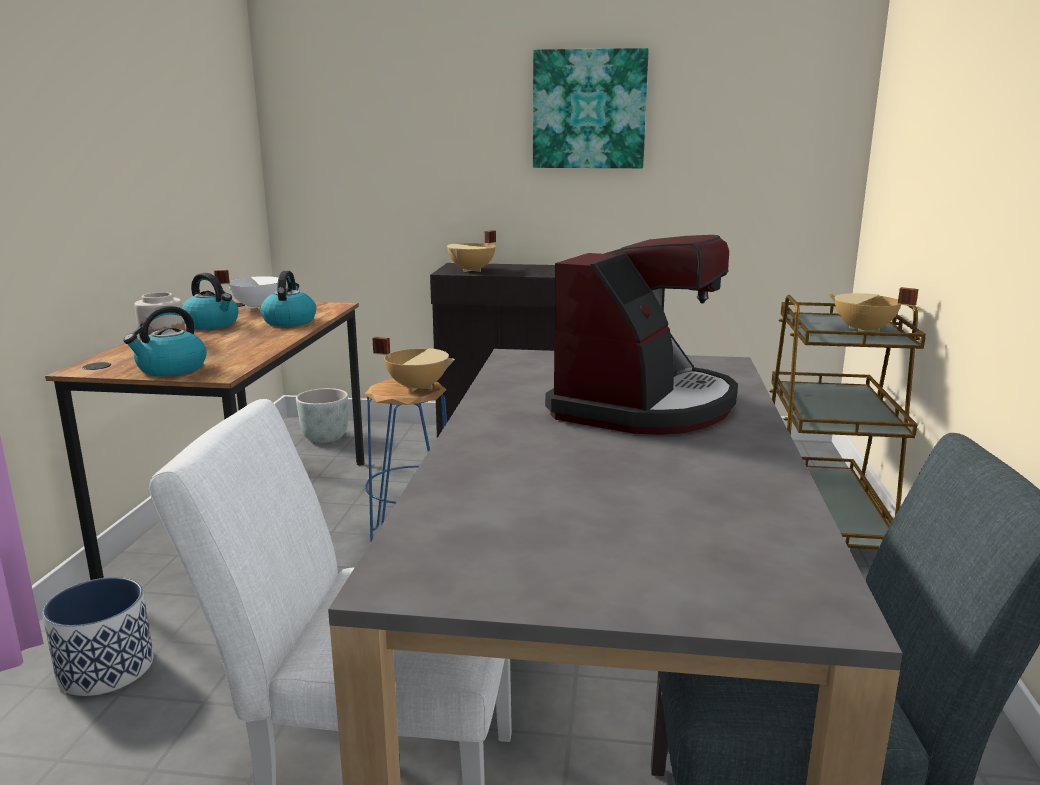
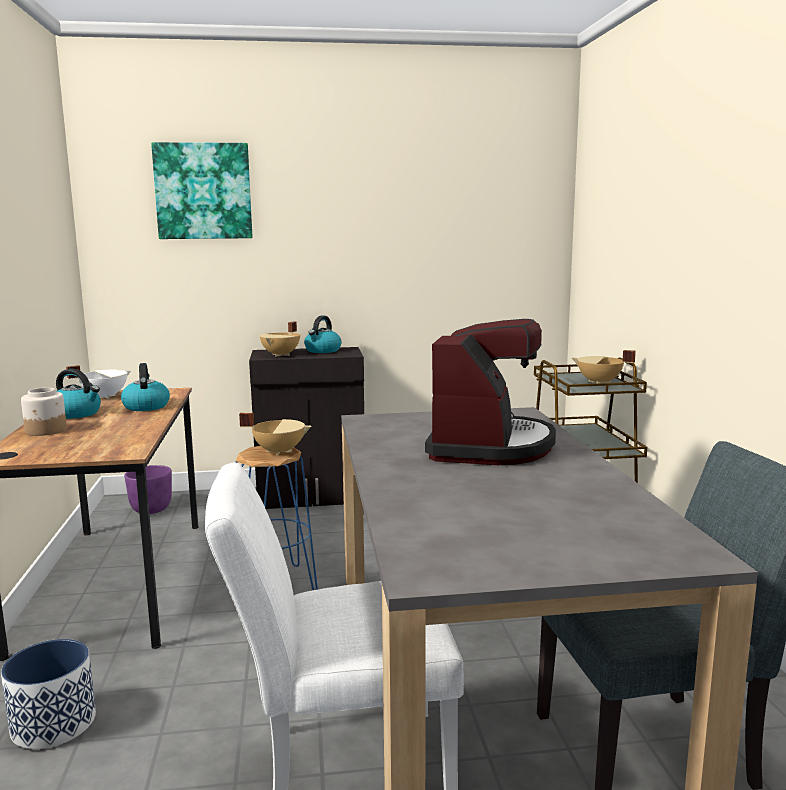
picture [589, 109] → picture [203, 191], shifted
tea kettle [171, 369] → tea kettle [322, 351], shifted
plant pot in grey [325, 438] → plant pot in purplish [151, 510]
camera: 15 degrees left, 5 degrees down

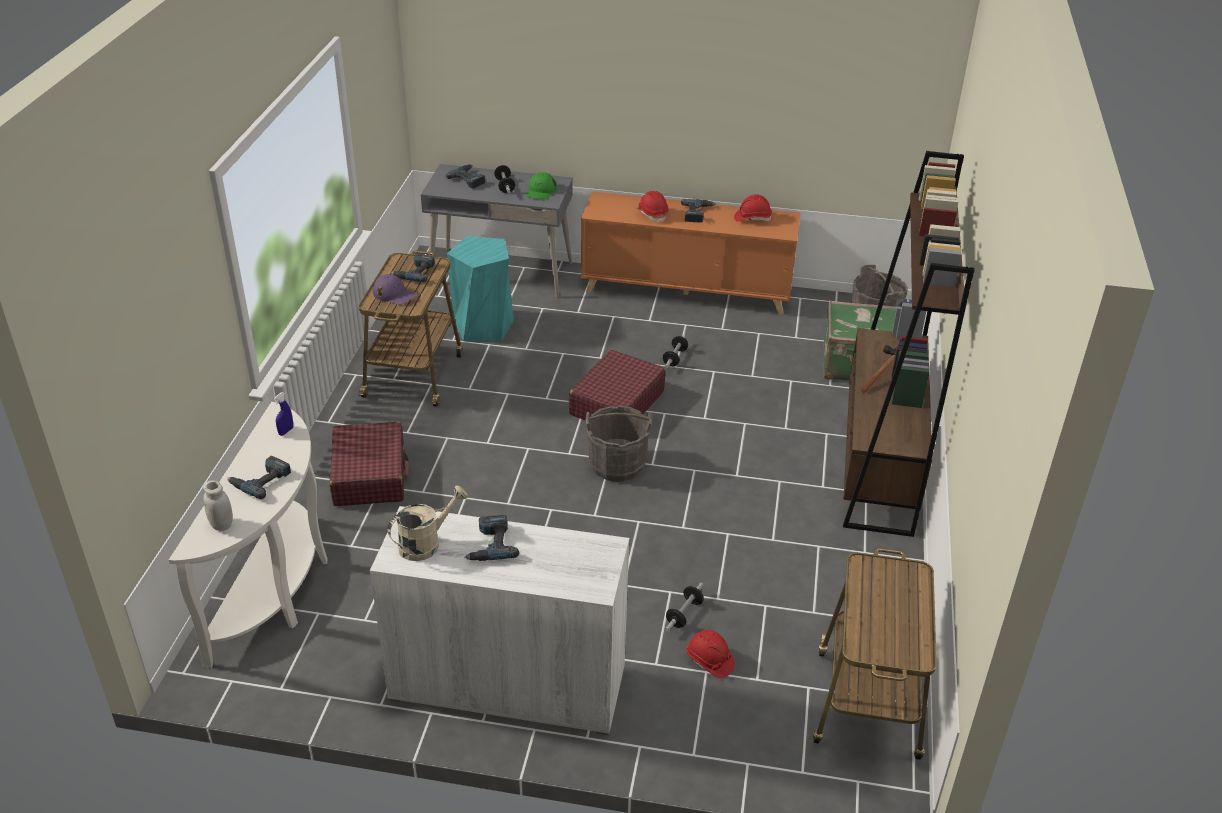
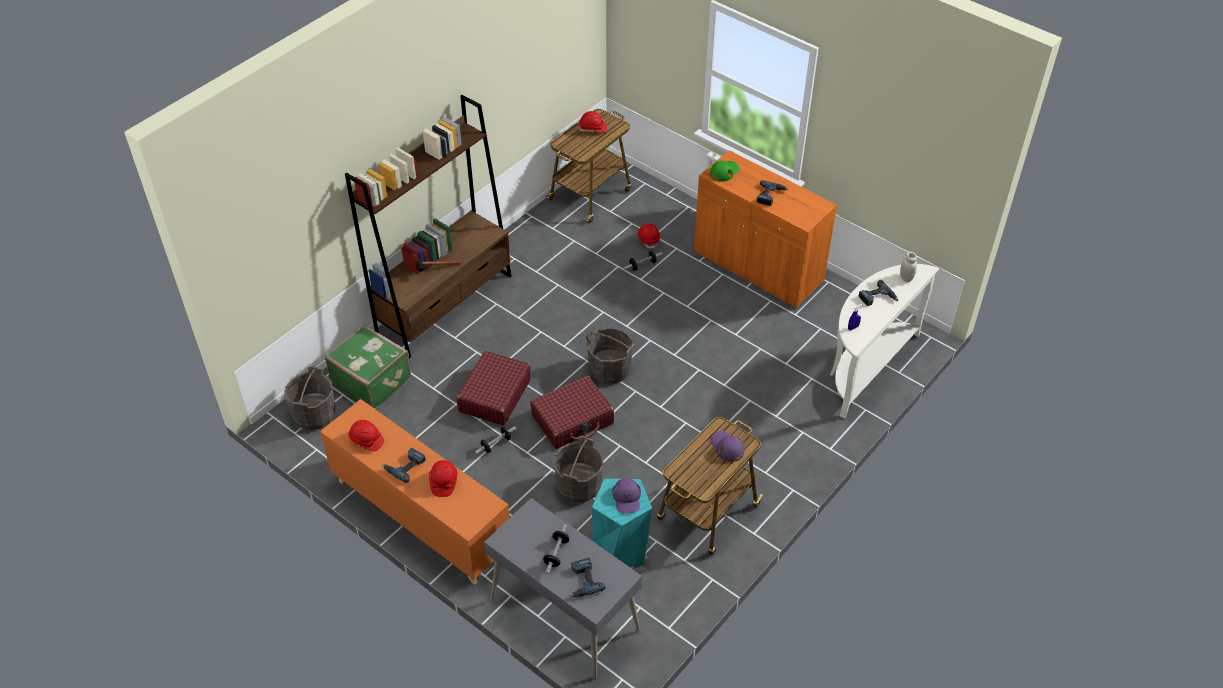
peaked cap in greenish [541, 191] → peaked cap in greenish [724, 171], shifted
drill [414, 272] → -
suitcase in red-coloured [370, 475] → suitcase in red-coloured [494, 395], shifted
watering pot in sand-coloured [426, 543] → -
storage cabinet in white-coloured [508, 683] → storage cabinet in orange-coloured [757, 267]
- → hard hat in red-coloured [593, 129]
- → water bucket in grey [578, 485]
- → peaked cap in purplish [627, 498]
camera: 150 degrees left, 10 degrees up

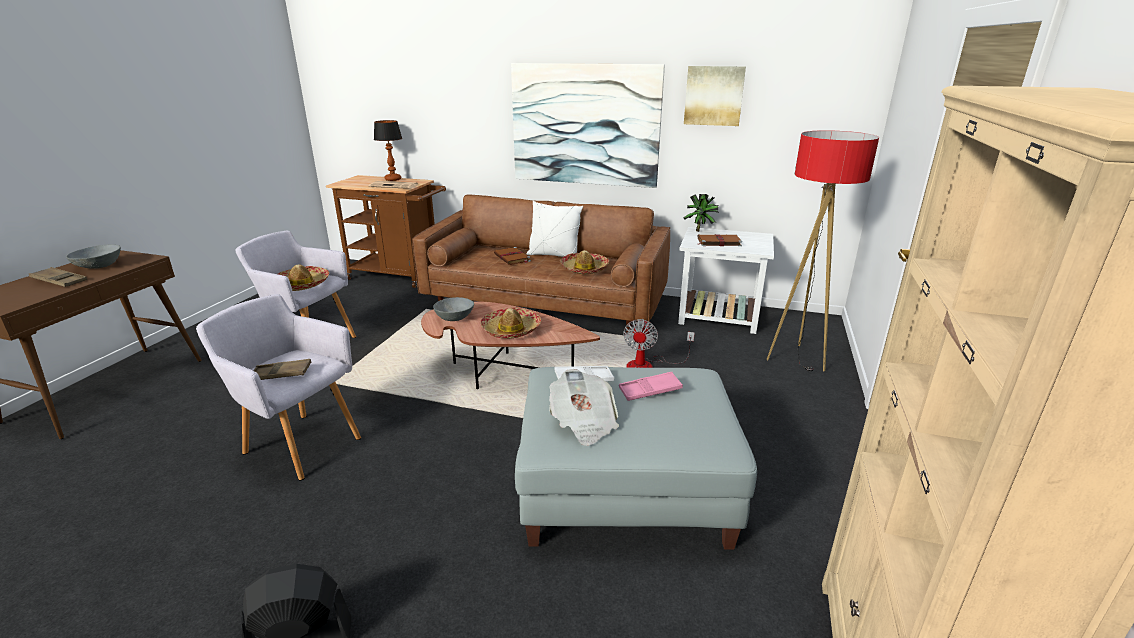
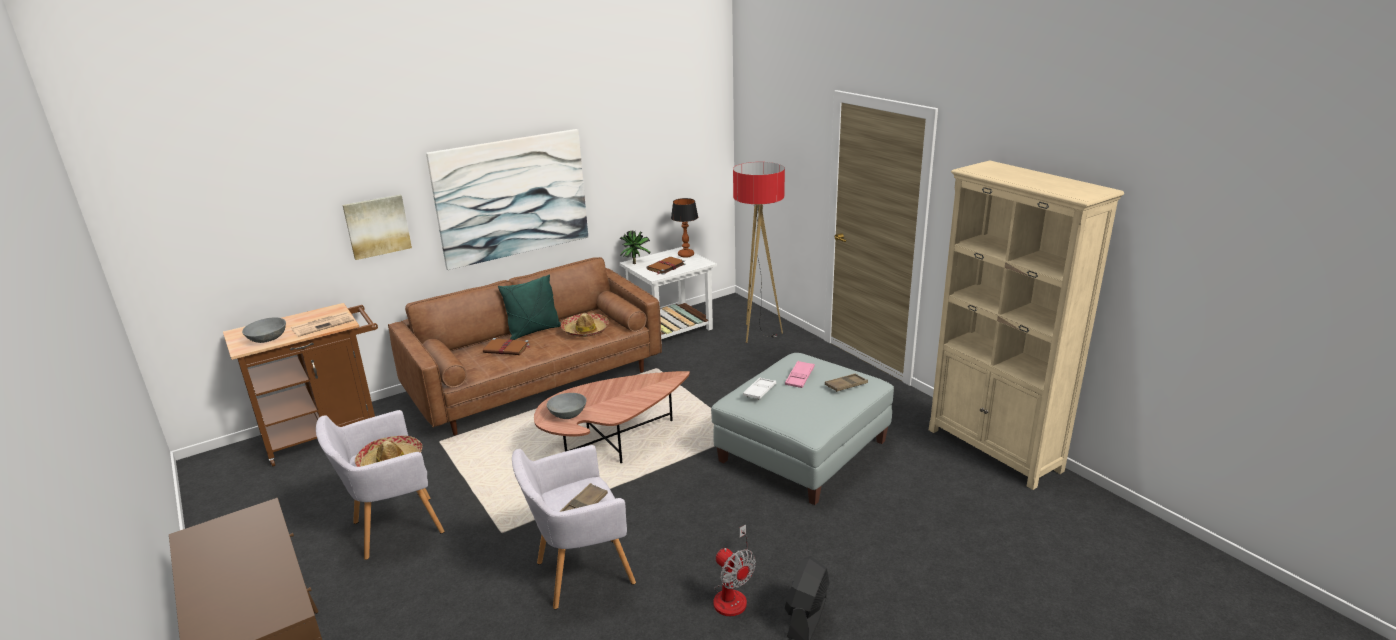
picture [714, 96] → picture [377, 226], shifted
lamp for a table [393, 179] → lamp for a table [686, 255], shifted
cushion in white-coloured [554, 255] → cushion in greenish [534, 331]
serving bowl in grey [100, 266] → serving bowl in grey [267, 339], shifted
tray in brown [59, 281] → tray in brown [846, 385], shifted
hat [511, 330] → -
electric fan [648, 366] → electric fan [733, 594], shifted
newspaper [583, 423] → -
camera: 50 degrees left, 0 degrees up

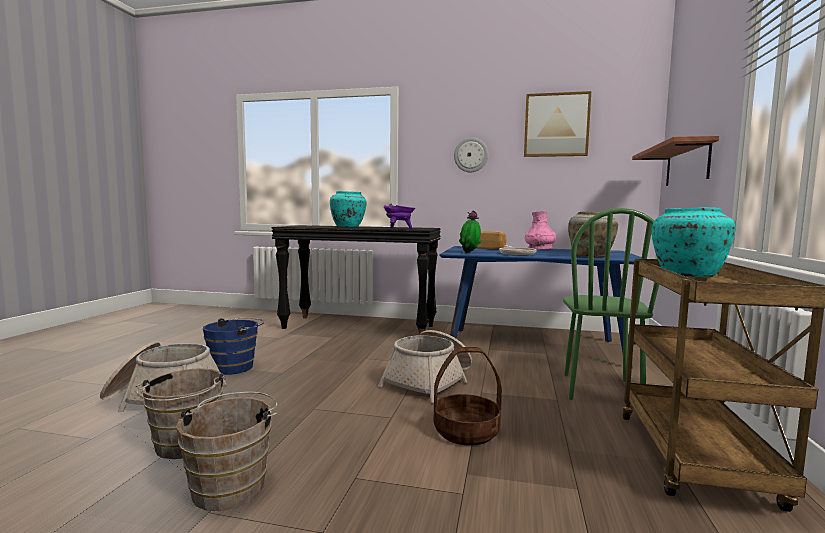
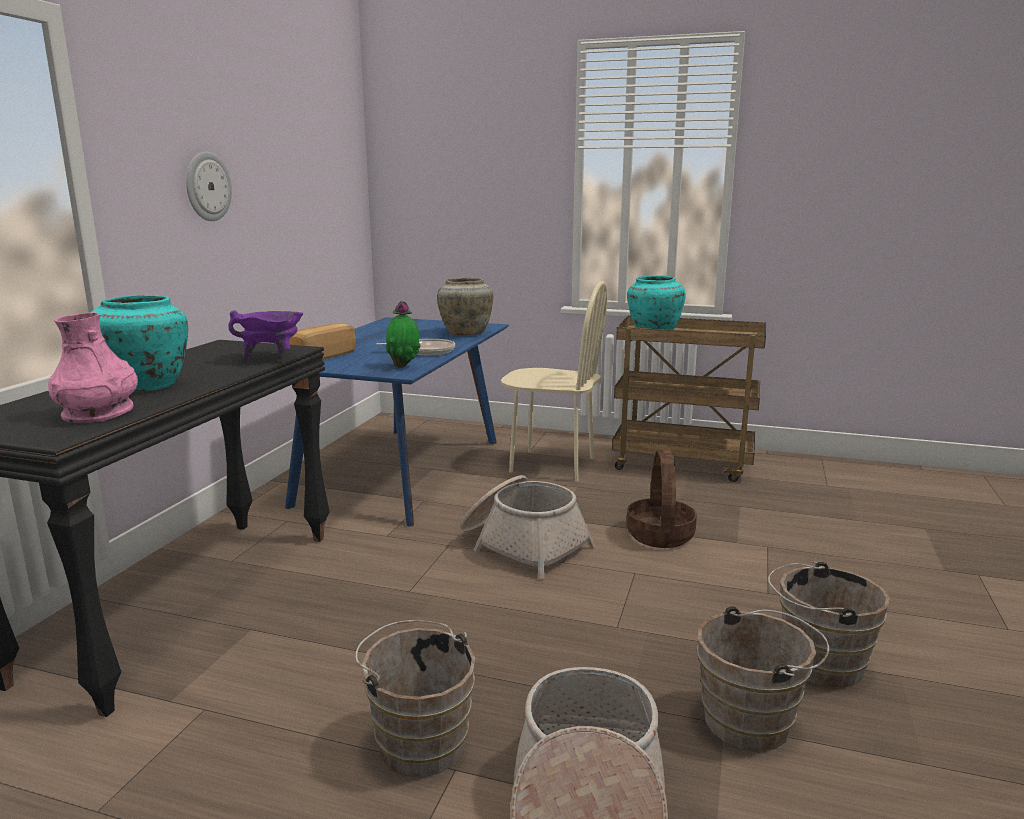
picture [556, 125] → -
wall shelf [687, 165] → -
chair in greenish [600, 389] → chair in sand-coloured [552, 465]
vase in pink-coloured [539, 249] → vase in pink-coloured [98, 413], shifted
water bucket in blue-coloured [236, 367] → water bucket in brown [418, 740]
camera: 85 degrees left, 10 degrees up

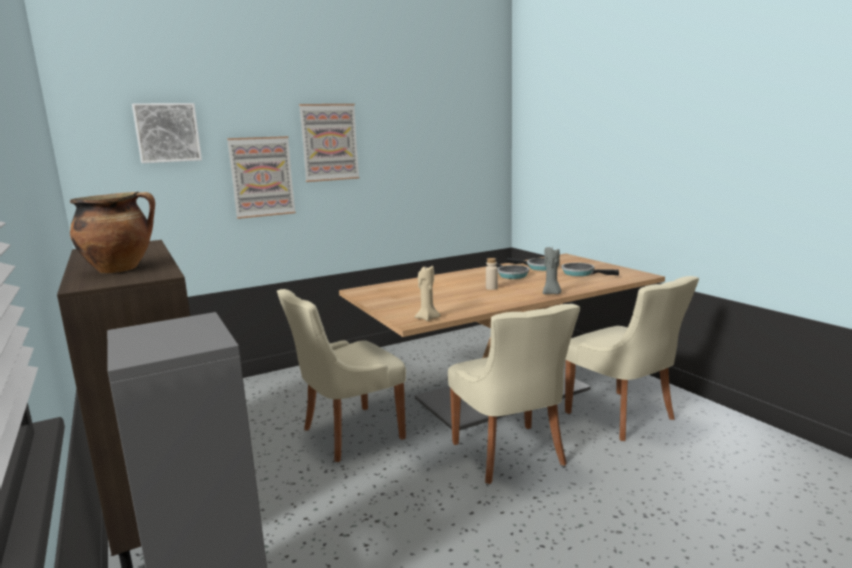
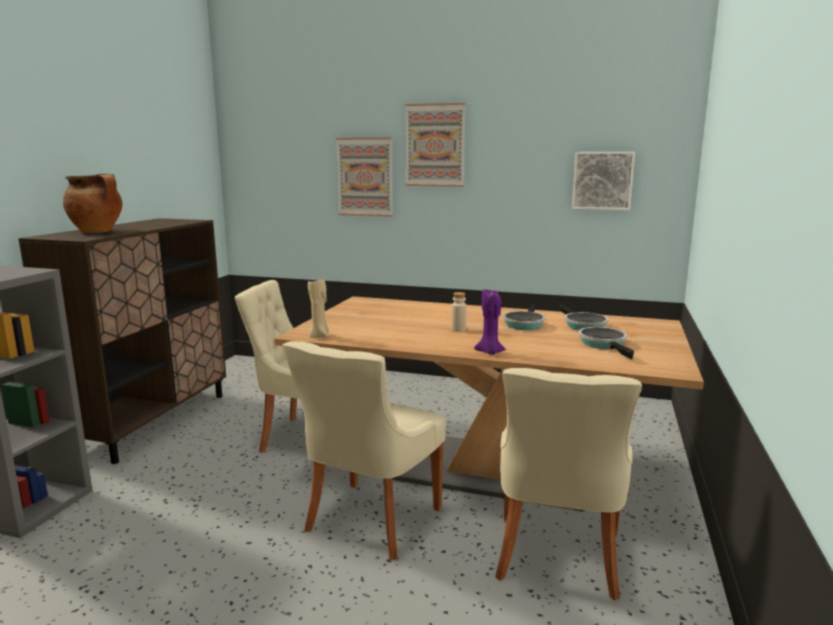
picture [167, 133] → picture [602, 180], shifted
candle in grey [551, 293] → candle in purplish [489, 352]
camera: 45 degrees right, 0 degrees up

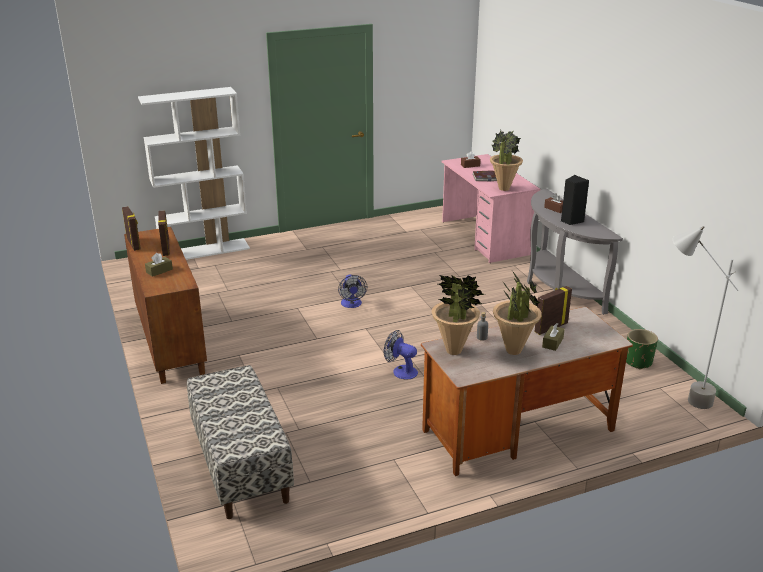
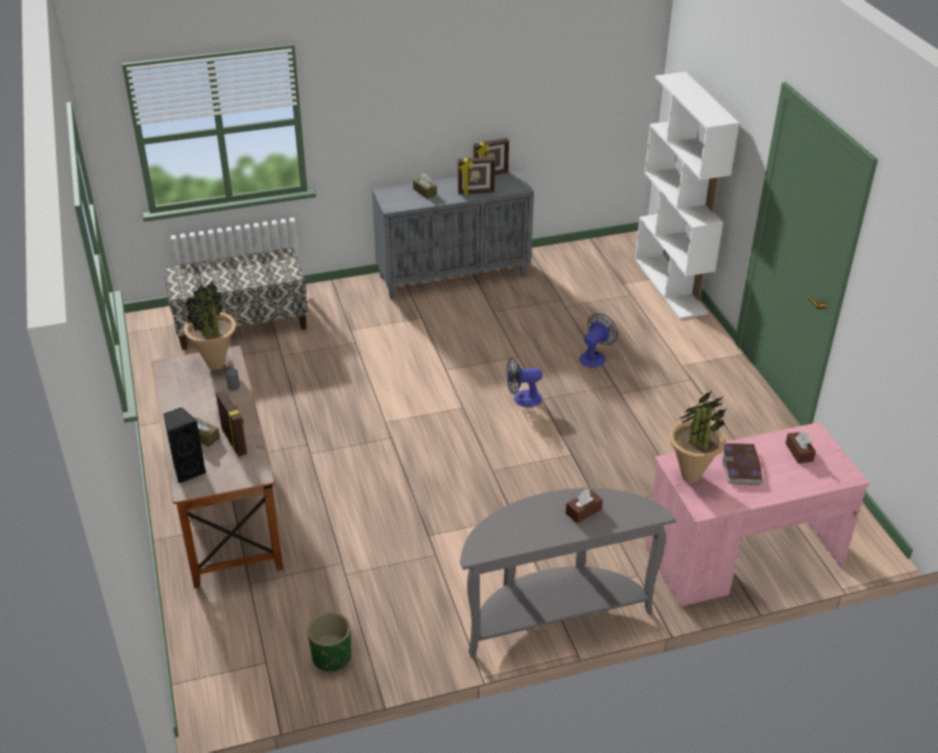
speaker in blackish [571, 221] → speaker in blackish [188, 470], shifted
standard lamp in grey [679, 395] → -
storage cabinet in brown [169, 343] → storage cabinet in grey [453, 275]
potted plant [514, 351] → -
electric fan [401, 371] → electric fan [595, 357], shifted
camera: 95 degrees right, 10 degrees up

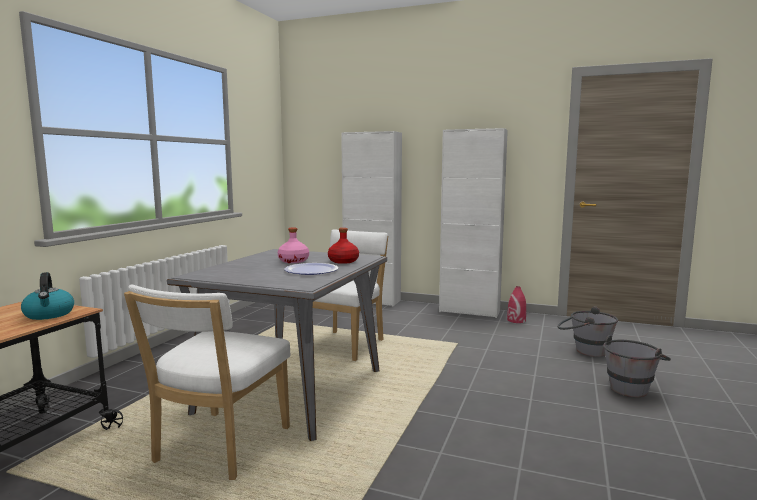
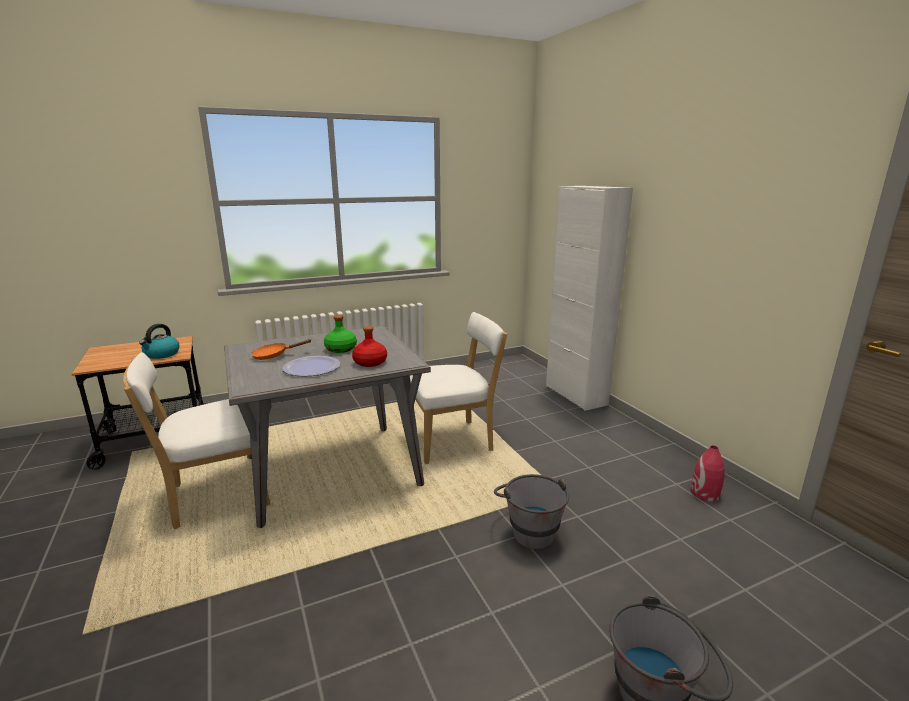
storage cabinet in white-coloured [469, 311] → -
drink bottle in pink-coloured [293, 261] → drink bottle in greenish [340, 349]
water bucket in grey [584, 350] → water bucket in grey [529, 529], shifted
- → pan in orange-coloured [274, 355]
camera: 45 degrees right, 10 degrees up

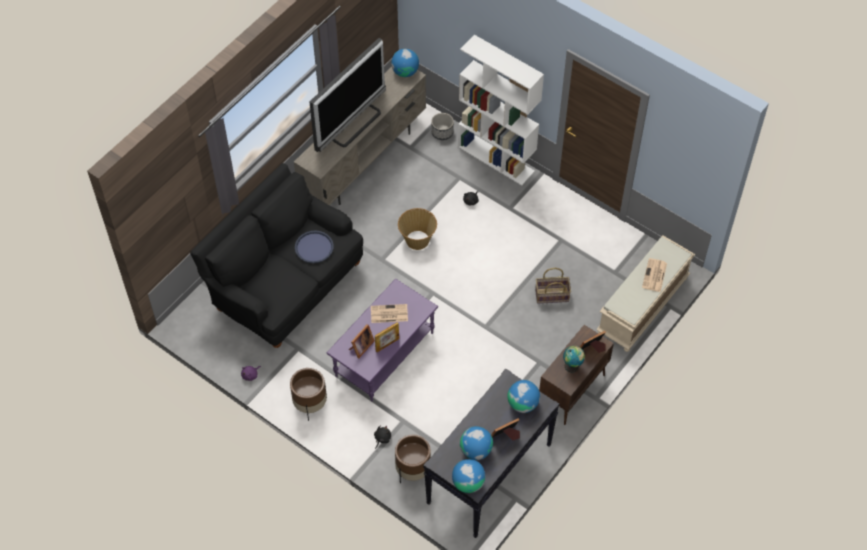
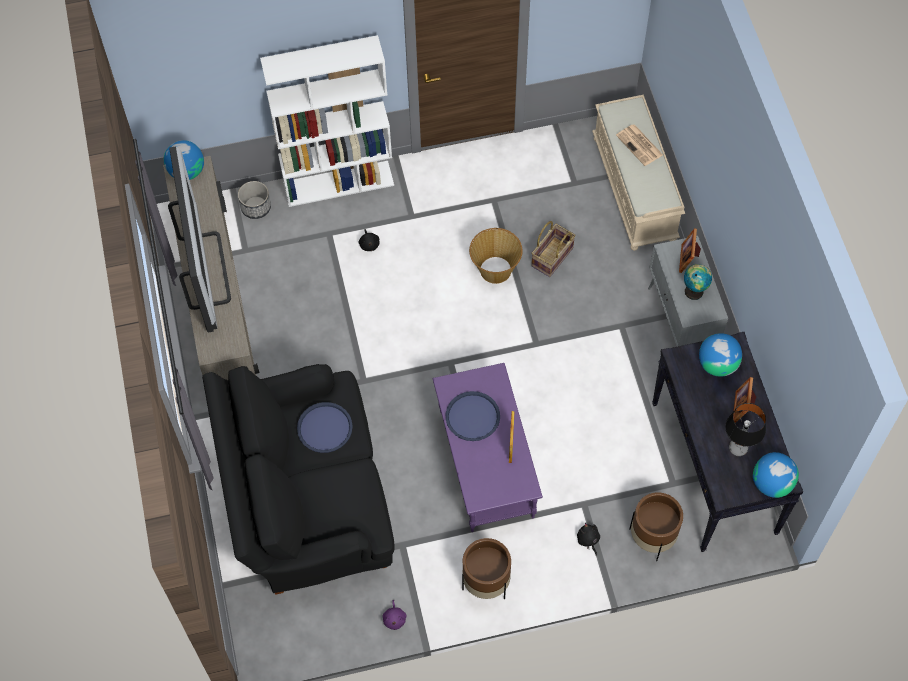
basket [417, 239] → basket [495, 269], shifted
newspaper [388, 314] → tray in blue-coloured [472, 416]
photo frame [361, 347] → -
storage cabinet in brown [572, 392] → storage cabinet in grey [680, 323]
desk globe [476, 450] → lamp for a table [738, 448]
camera: 50 degrees left, 5 degrees up

